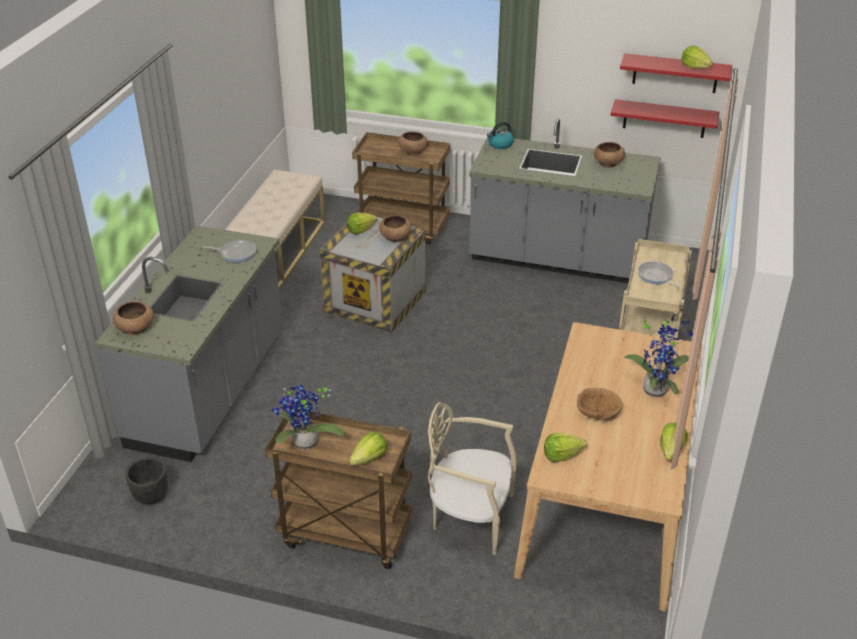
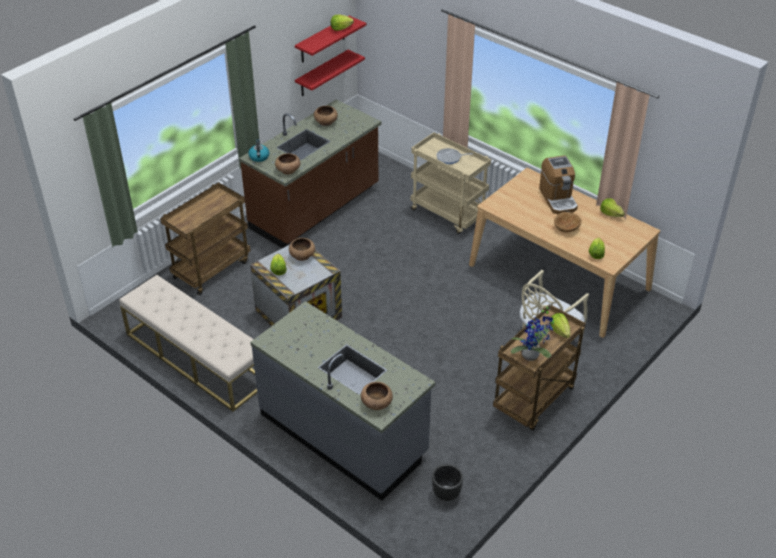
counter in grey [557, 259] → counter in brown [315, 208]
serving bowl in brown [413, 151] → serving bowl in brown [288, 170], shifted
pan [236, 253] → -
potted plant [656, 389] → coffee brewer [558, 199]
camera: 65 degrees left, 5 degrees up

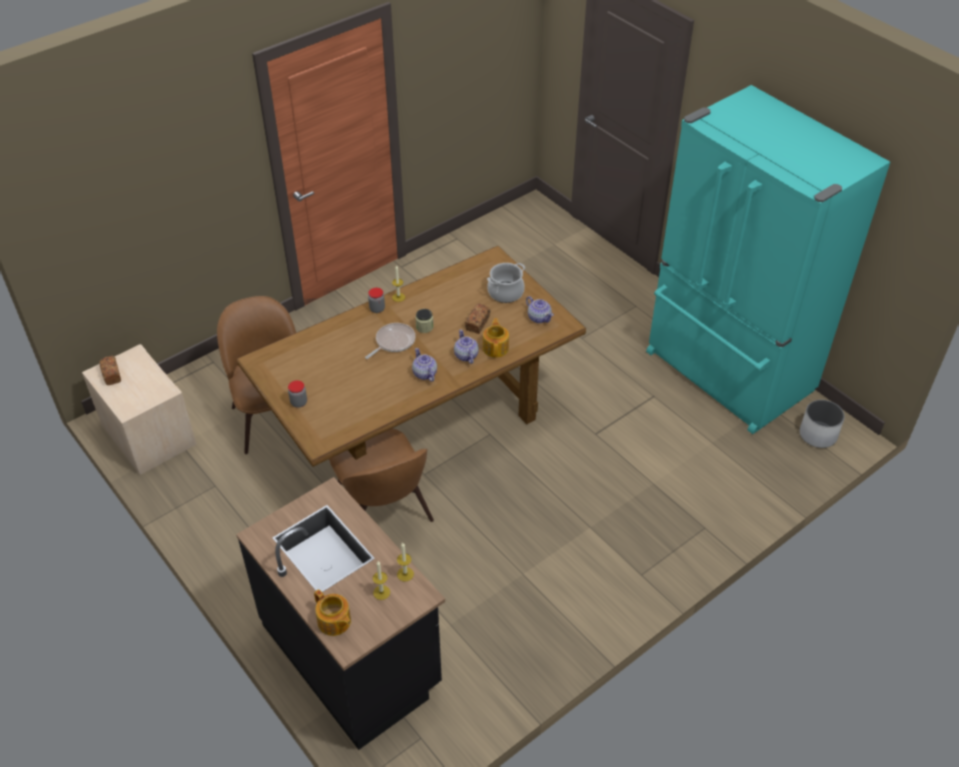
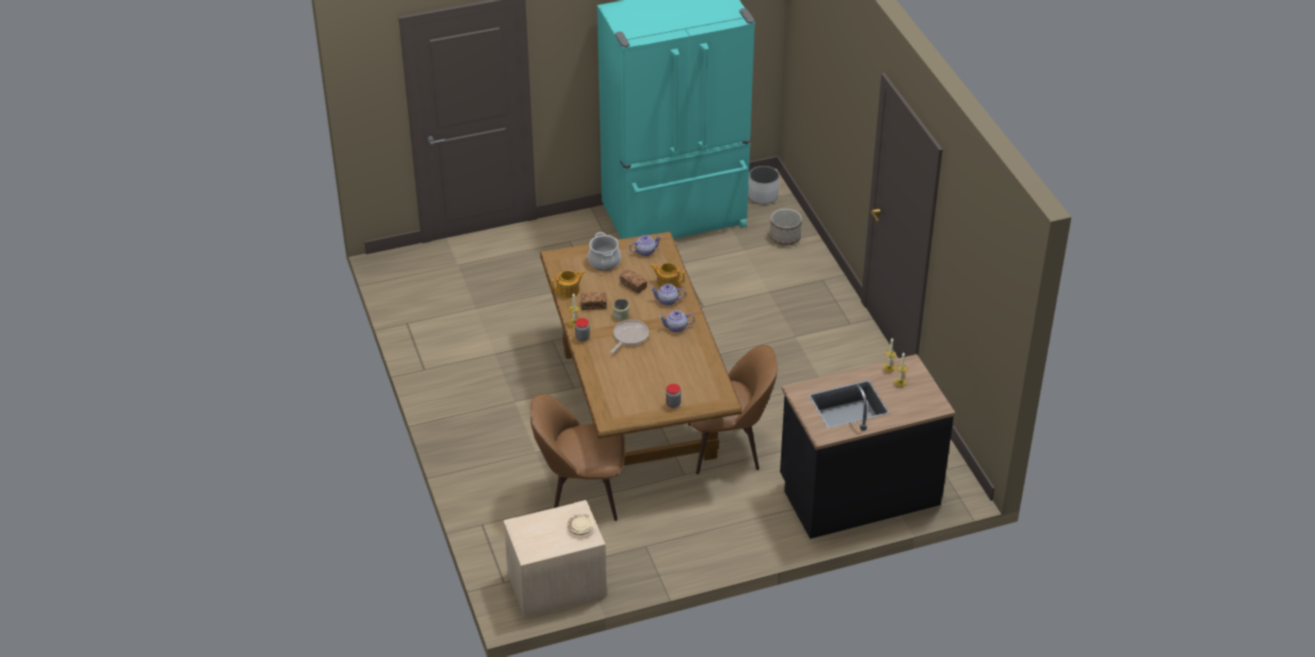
pan [393, 342] → pan [629, 337], 60 degrees clockwise
bread [111, 375] → bread [593, 305], shifted
pot for tea [334, 622] → pot for tea [568, 291], shifted
- → plant pot [785, 238]
- → dinner plate in sand-coloured [581, 528]
camera: 70 degrees left, 5 degrees down

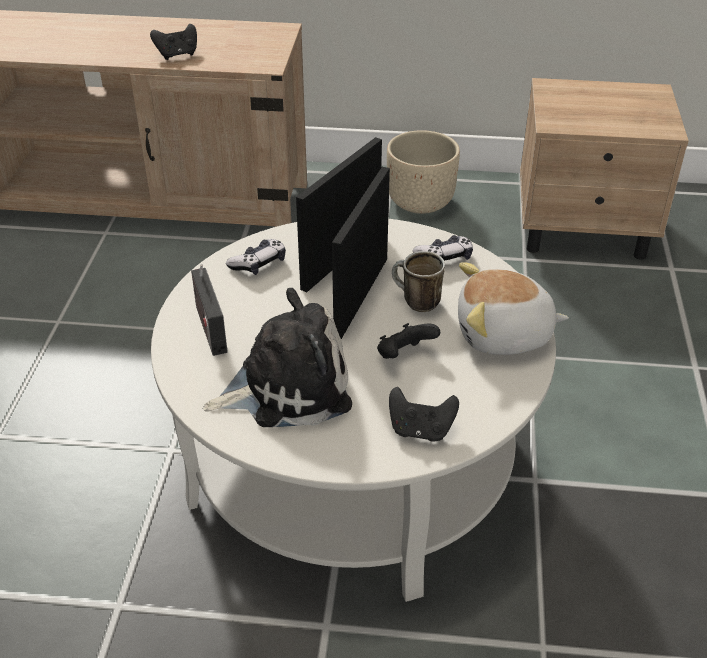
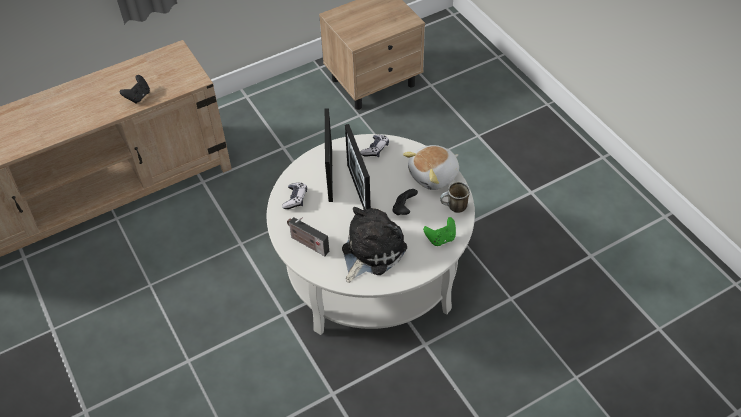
plant pot in sand-coloured [421, 202] → -
coffee mug [415, 302] → coffee mug [454, 208], shifted
gamepad in blackish [420, 430] → gamepad in greenish [440, 238]
camera: 35 degrees left, 10 degrees up

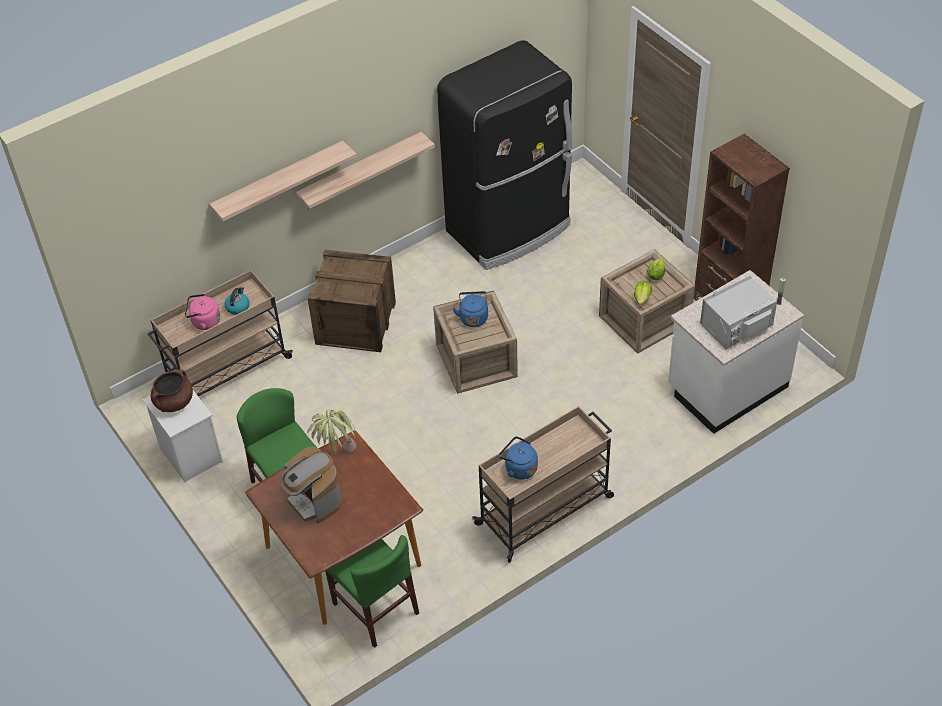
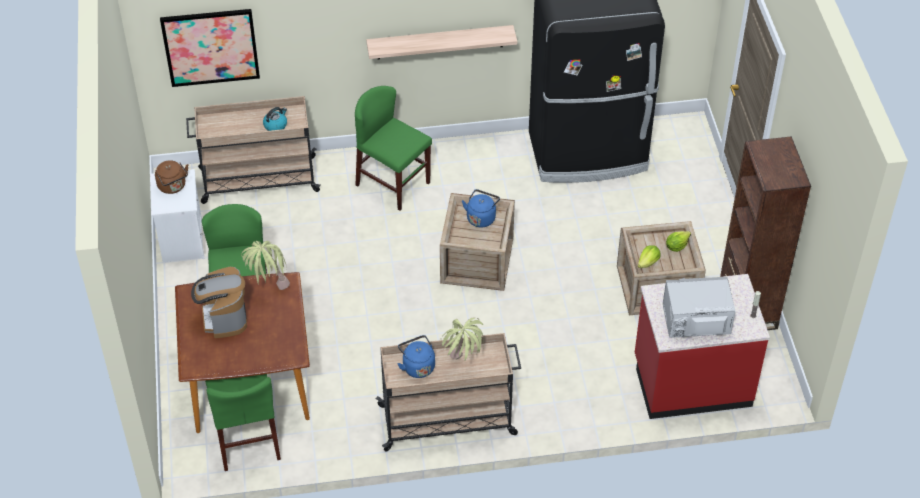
wall shelf [279, 182] → -
crate [355, 323] → chair in greenish [393, 184]
counter in white-coloured [726, 387] → counter in red-coloured [692, 381]
tea kettle in pink-coloured [204, 322] → -
saucepot in brown [174, 402] → tea kettle in brown [173, 187]
- → picture [210, 47]
- → potted plant [463, 366]
camera: 25 degrees right, 0 degrees up

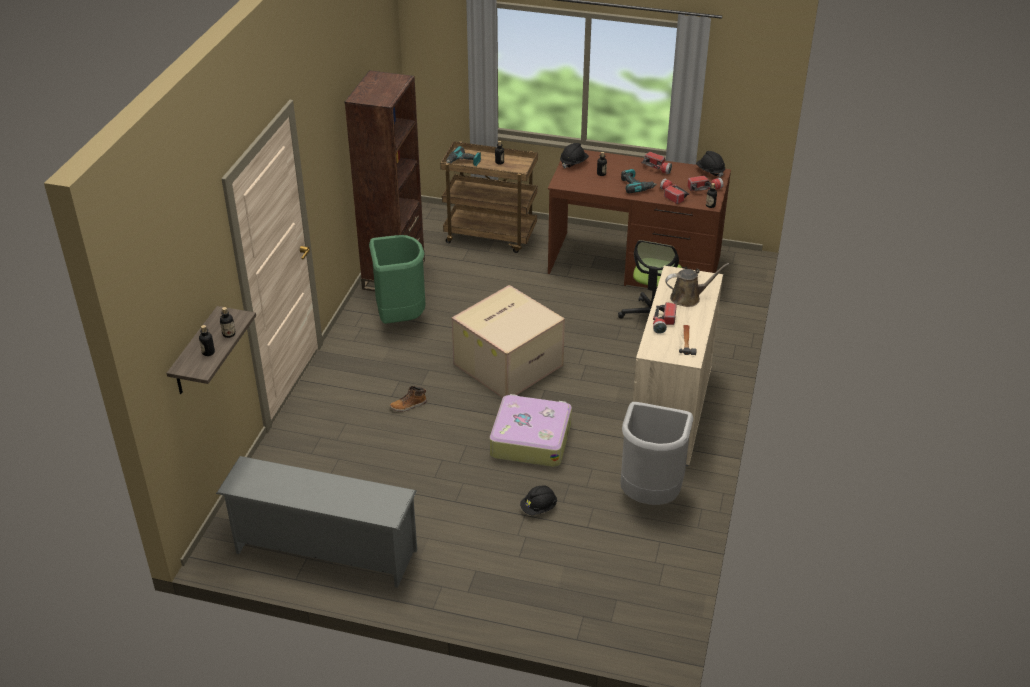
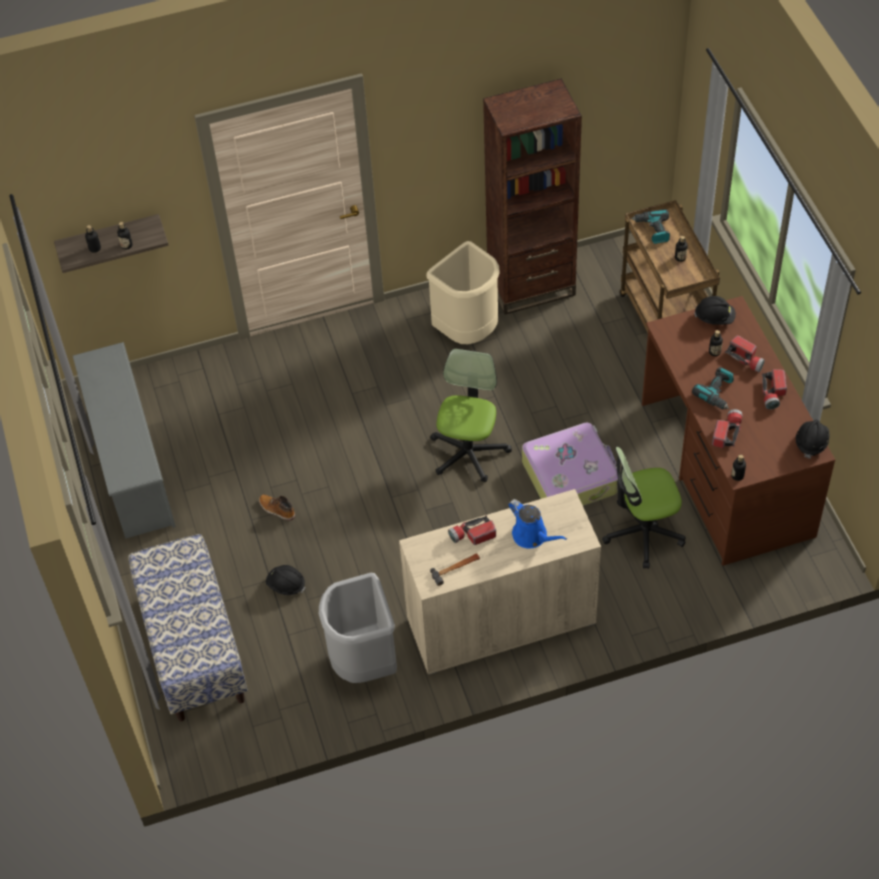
torch [704, 189] → torch [746, 359], shifted
waste bin in greenish [400, 318] → waste bin in sand-coloured [467, 332]
watering pot in brown [688, 298] → watering pot in blue-coloured [532, 536]
packing box [508, 363] → computer chair [468, 452]
tall boot [408, 405] → tall boot [277, 510], shifted
suitcase [530, 439] → suitcase [570, 476], shifted
- → bench [193, 647]
camera: 60 degrees right, 15 degrees up

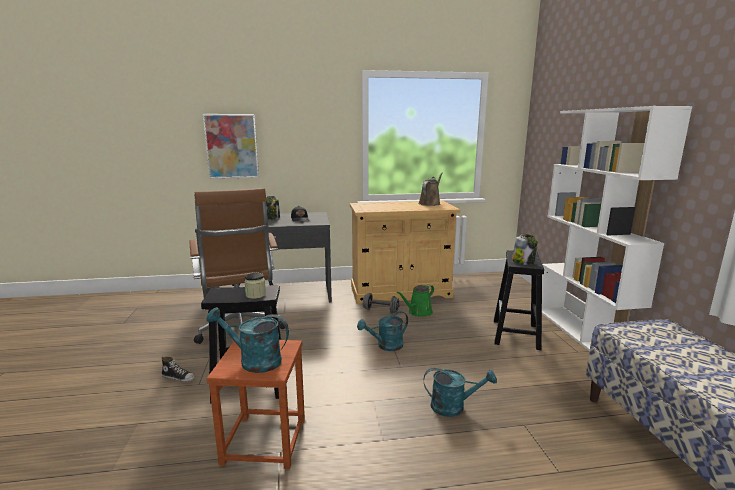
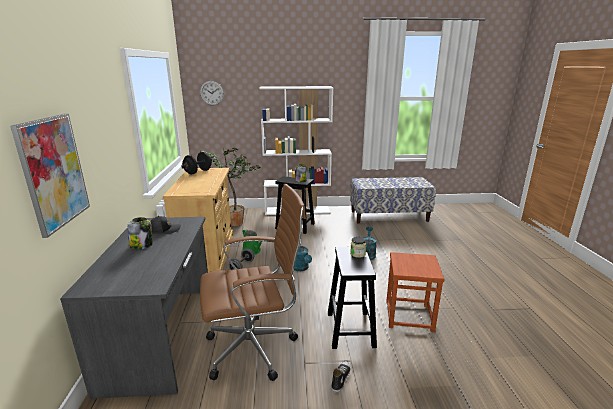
watering pot in brown [430, 203] → dumbbell in blackish [198, 172]
watering pot in turquoise [253, 361] → -
- → hanging clock [212, 93]
- → potted plant [237, 222]
camera: 85 degrees left, 5 degrees up

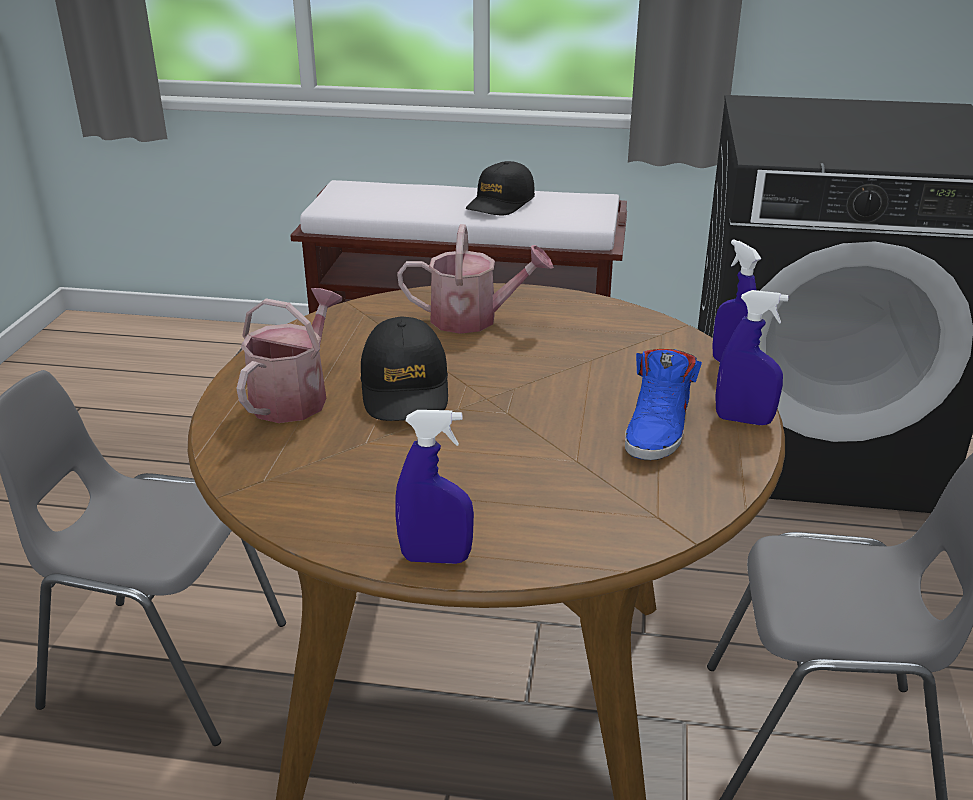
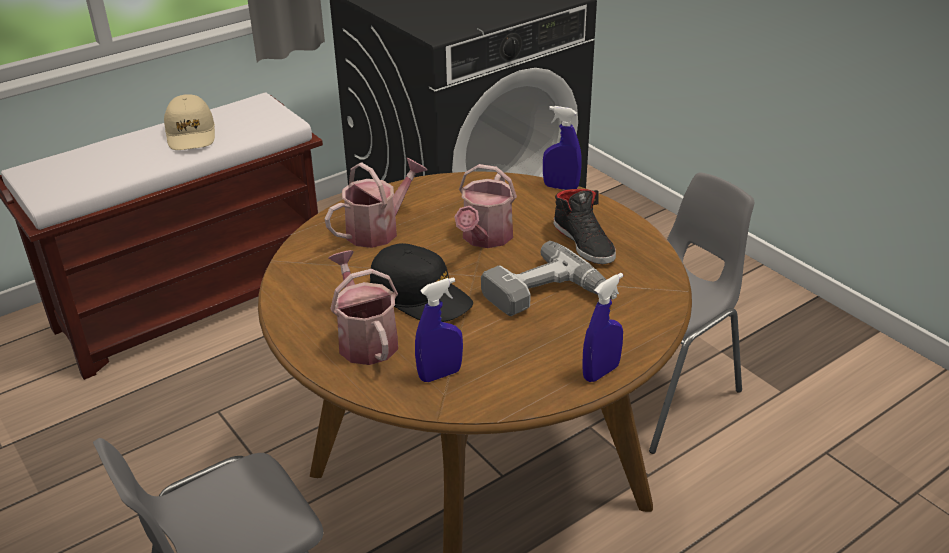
peaked cap in blackish [500, 203] → peaked cap in sand-coloured [191, 134]
sprayer in blue-coloured [743, 420] → sprayer in blue-coloured [440, 374], shifted
item of footwear in blue-coloured [659, 428] → item of footwear in blackish [584, 242]
- → watering pot [485, 238]
- → drill [548, 297]
camera: 45 degrees left, 5 degrees up

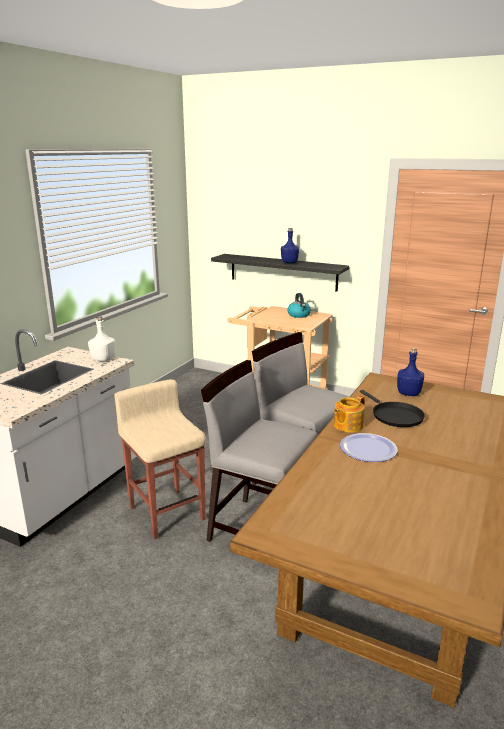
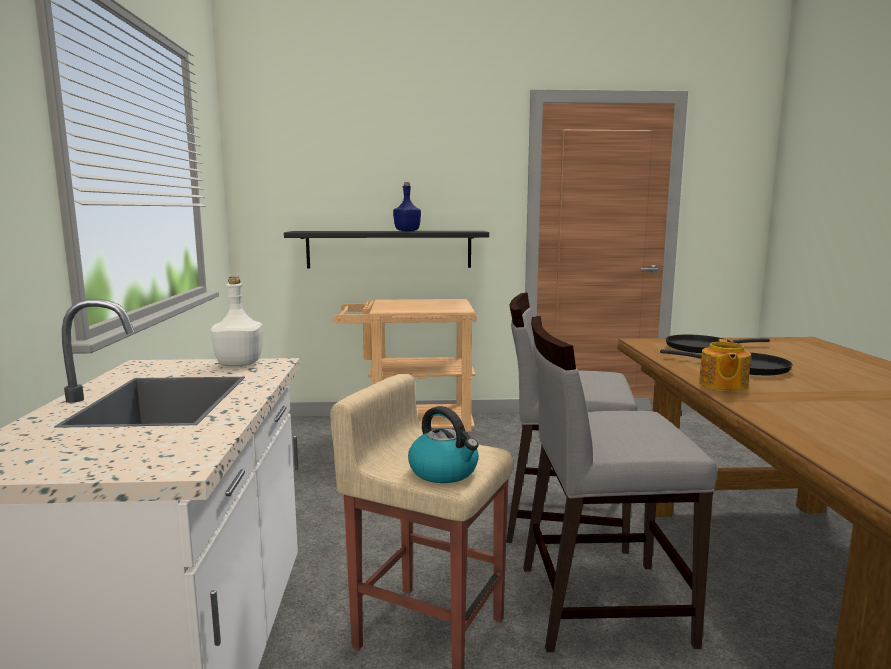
tea kettle [299, 315] → tea kettle [444, 472], shifted
drink bottle in blue-coloured [408, 393] → pan in blackish [702, 348]
dinner plate [368, 449] → -
camera: 30 degrees left, 10 degrees down

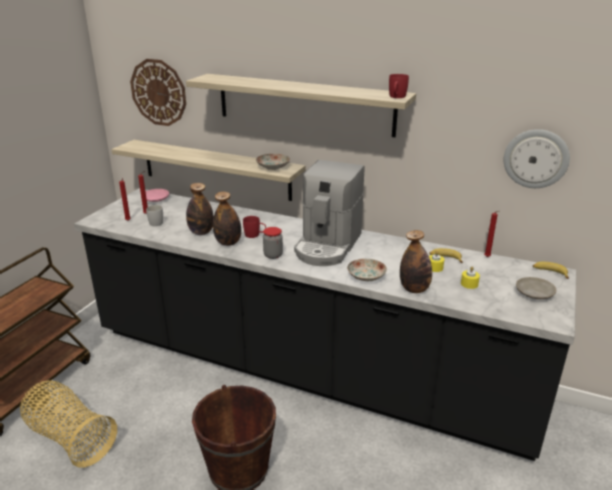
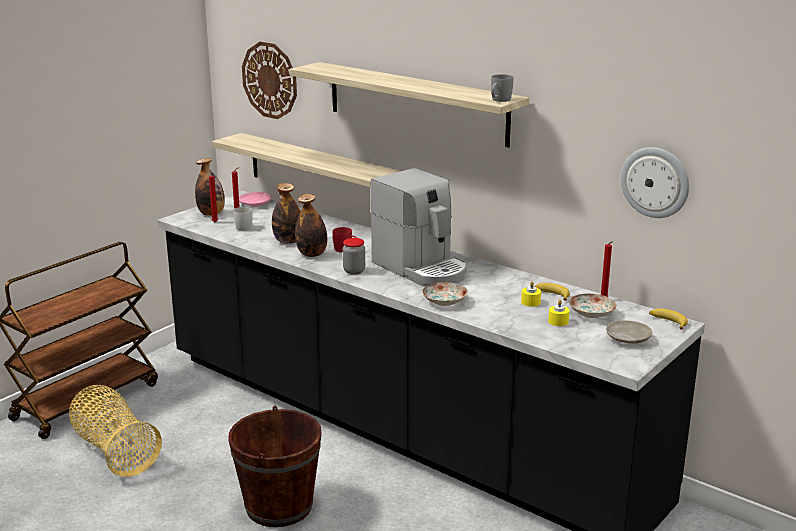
coffee mug in red-coloured [396, 97] → coffee mug in grey [499, 100]
dinner plate [273, 167] → dinner plate [592, 313], shifted
coffee brewer [328, 246] → coffee brewer [422, 268], 75 degrees counterclockwise
drink bottle [414, 289] → drink bottle [211, 214], shifted
camera: 15 degrees right, 5 degrees down

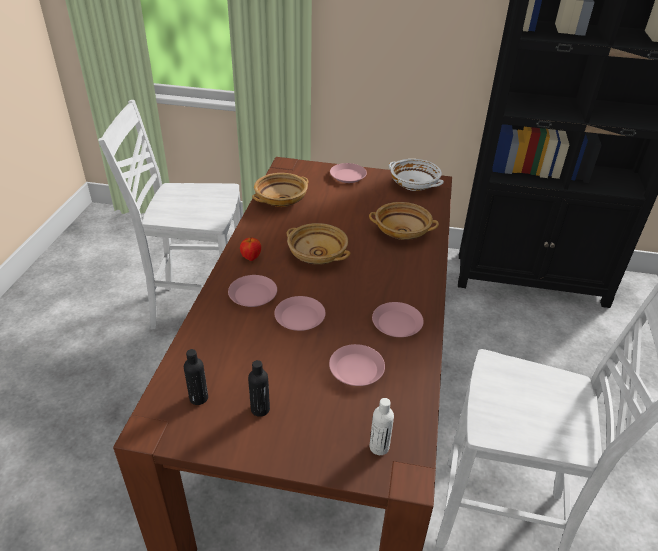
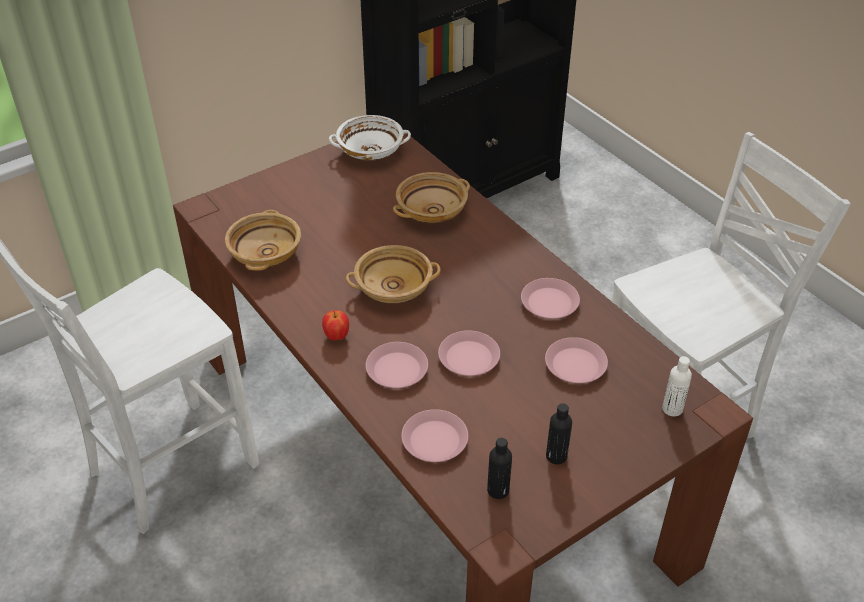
dinner plate in pink-coloured [348, 176] → dinner plate in pink-coloured [435, 440], shifted
camera: 45 degrees left, 5 degrees up

